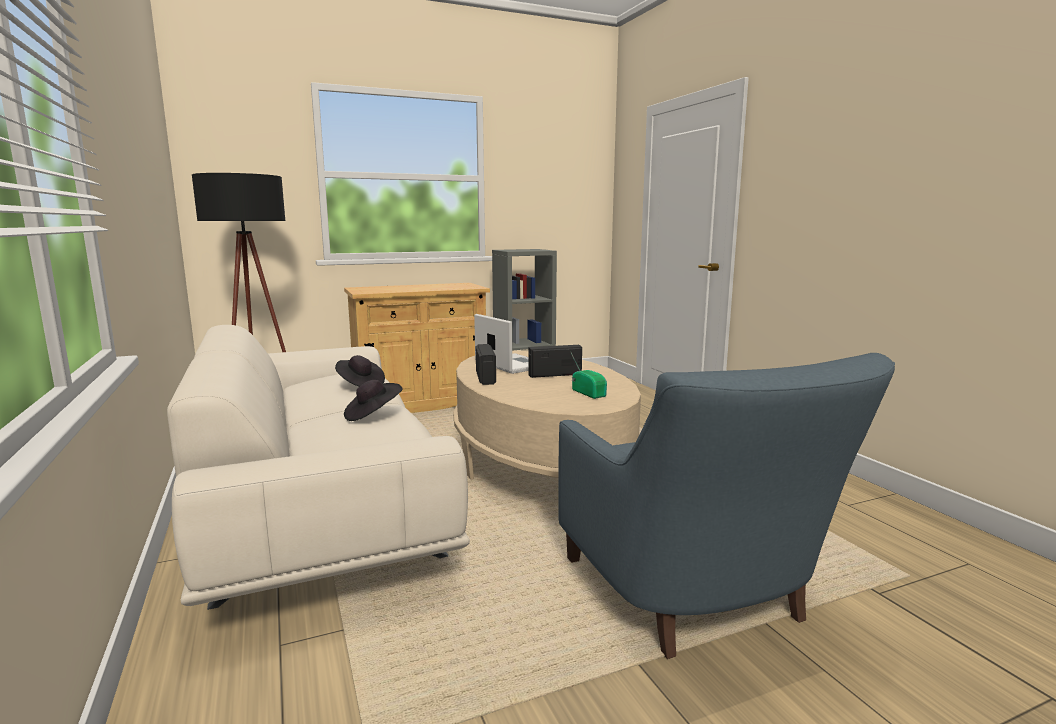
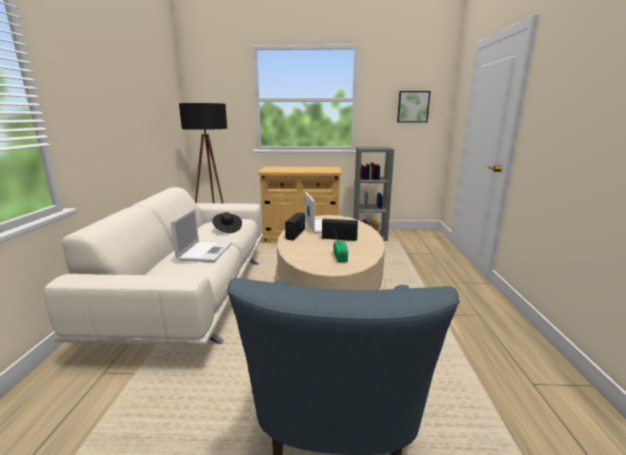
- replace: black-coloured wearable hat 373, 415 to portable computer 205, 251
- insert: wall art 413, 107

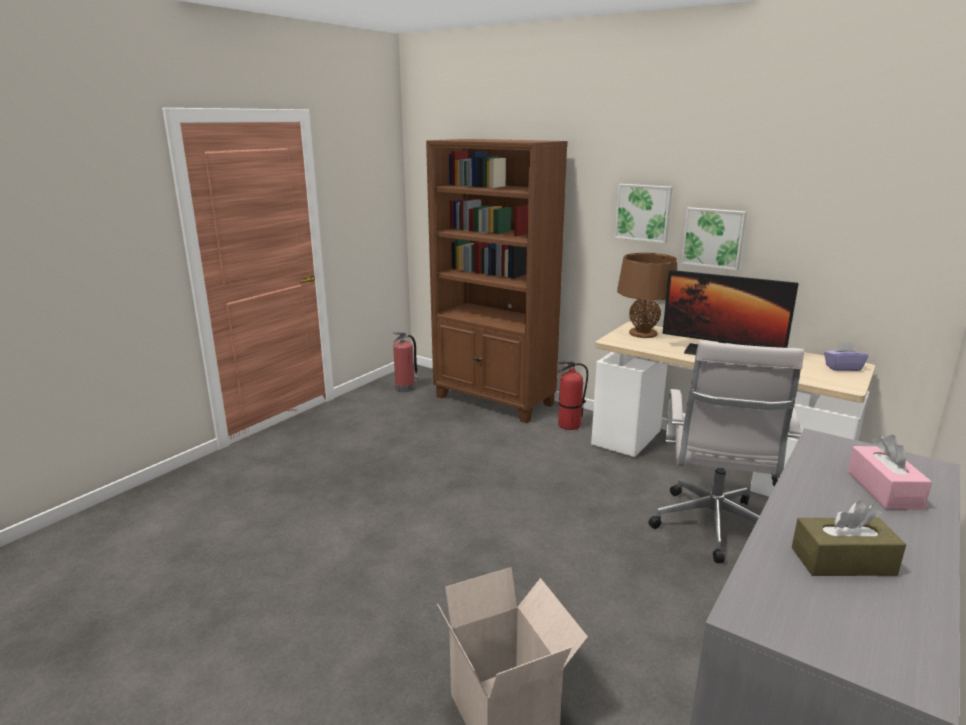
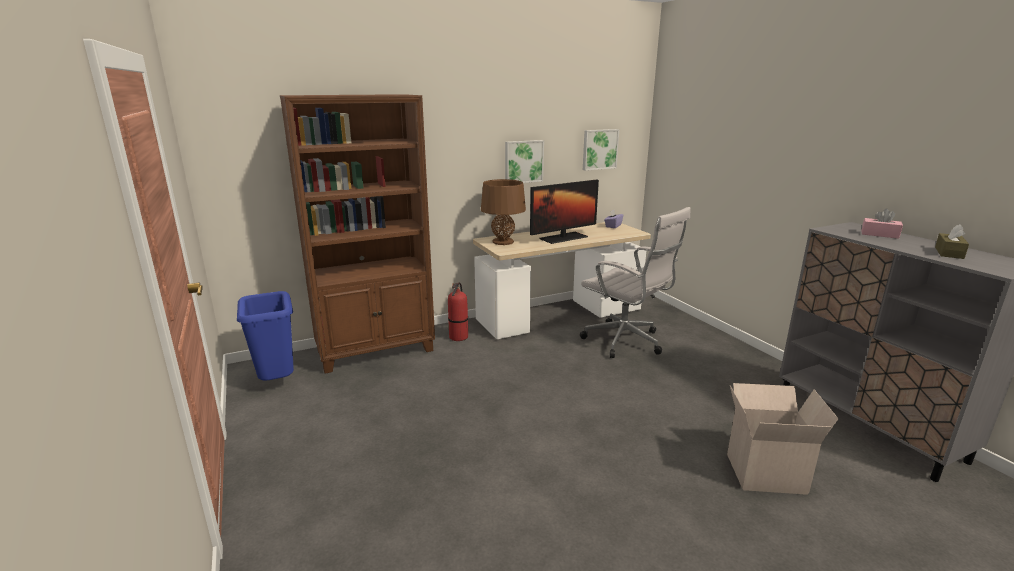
- replace: fire extinguisher 405, 388 to blue waste bin 278, 383
- move: wall art 643, 212 to 599, 149

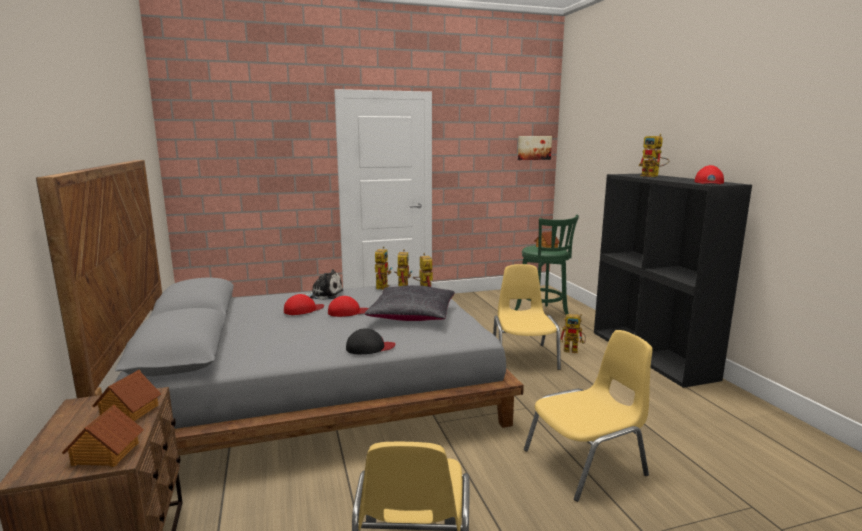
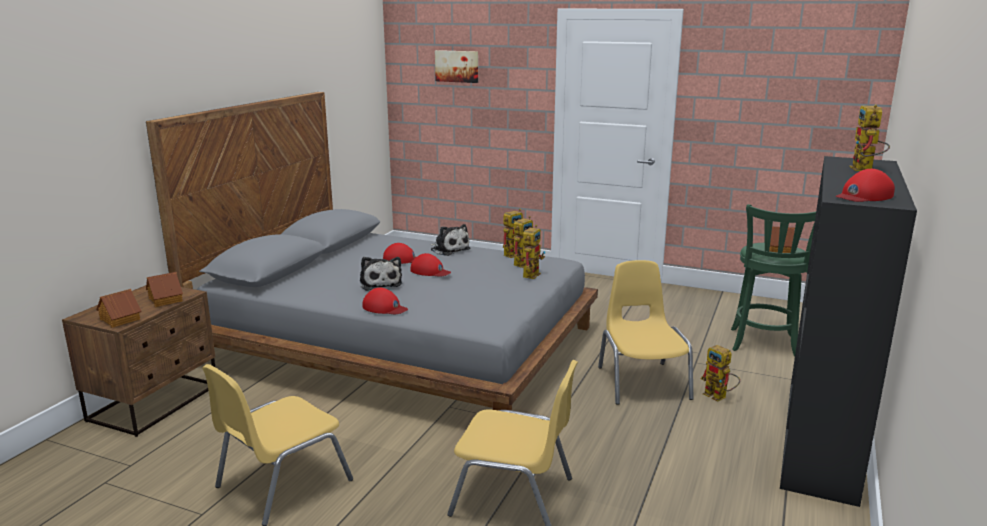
- recolor: black-coloured cap 369, 347 to reddish cap 384, 308
- delete: black-coloured pillow 412, 316
- rotate: yellow upright chair 523, 357 = 642, 382 45 degrees counterclockwise
- move: wall art 534, 147 to 457, 66
- insert: cuddly toy 380, 283

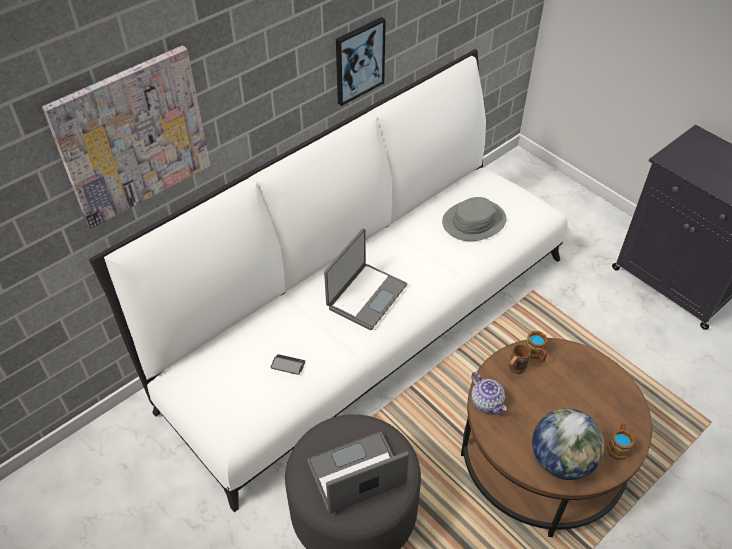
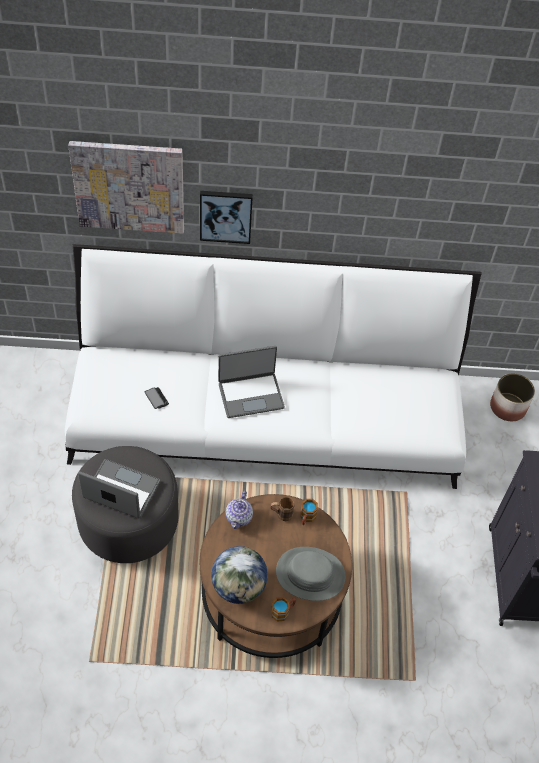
- move: wall art 359, 60 to 226, 216
- move: greyish wearable hat 474, 221 to 310, 574
- insert: flower pot 507, 407

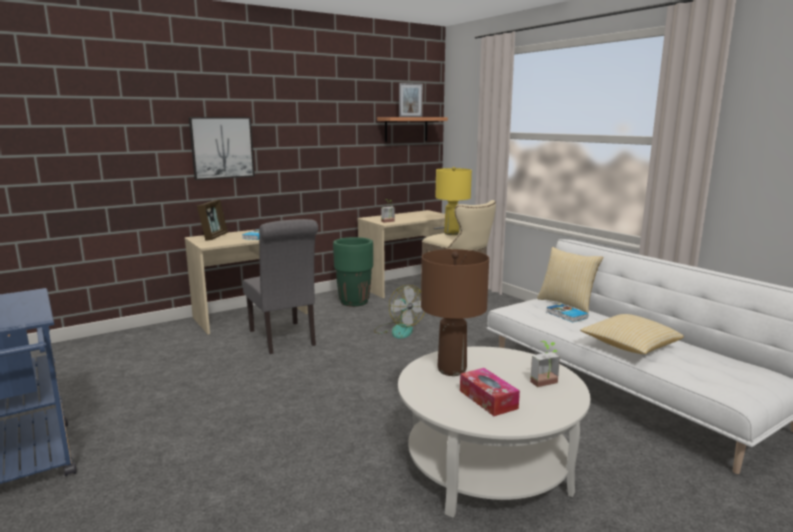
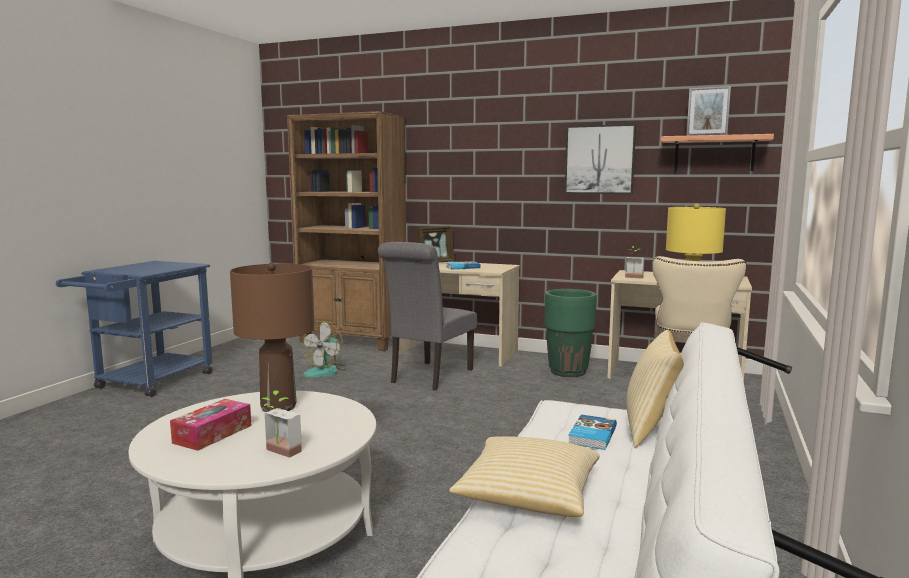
- move: wall art 222, 147 to 599, 159
- move: electric fan 398, 330 to 326, 371
- insert: brown bookshelf 353, 341

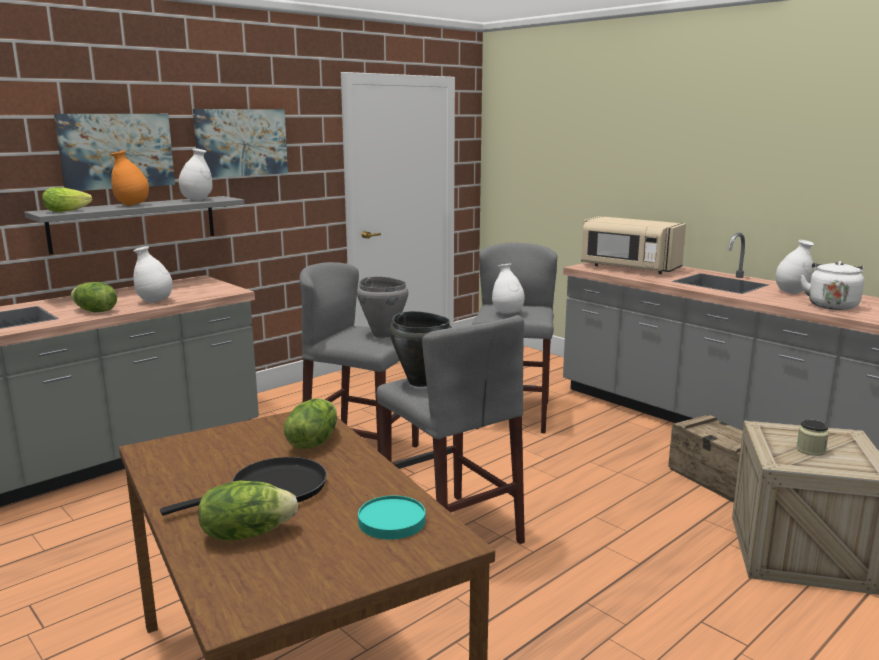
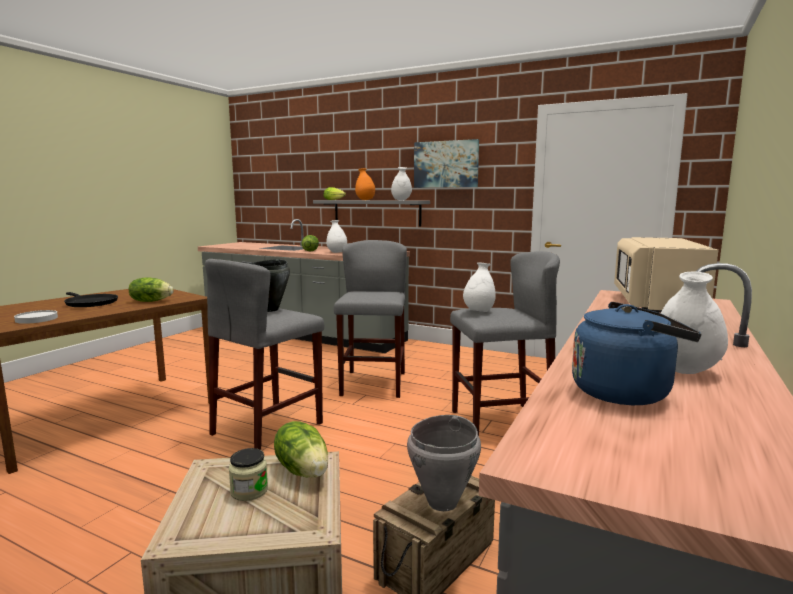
- delete: wall art 116, 151
- move: lettuce 246, 533 to 303, 470
- move: greyish cooking pot 383, 335 to 443, 502
- recolor: blue-green dinner plate 391, 521 to whitish dinner plate 37, 319
- recolor: whitish tea kettle 831, 305 to blue tea kettle 626, 392

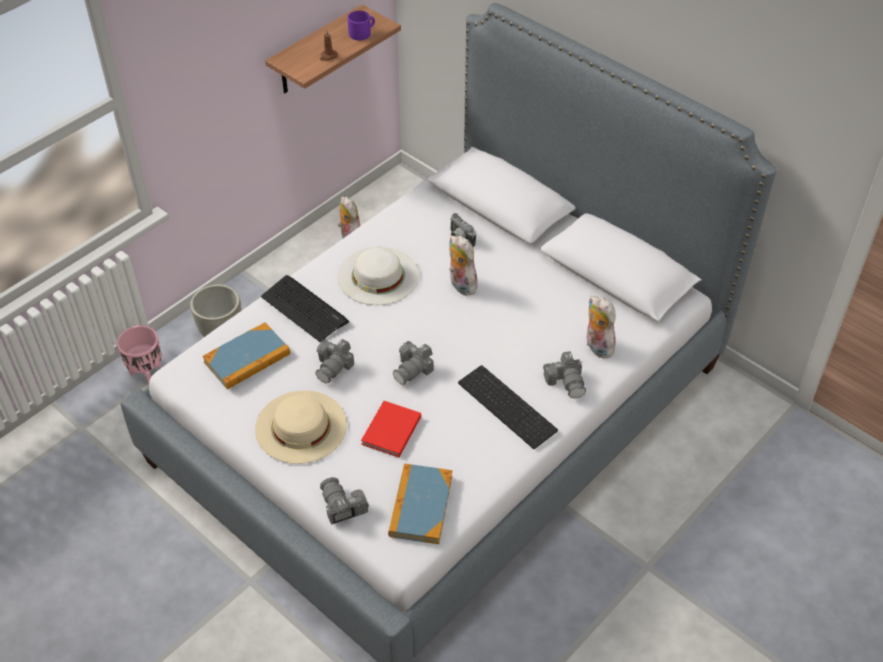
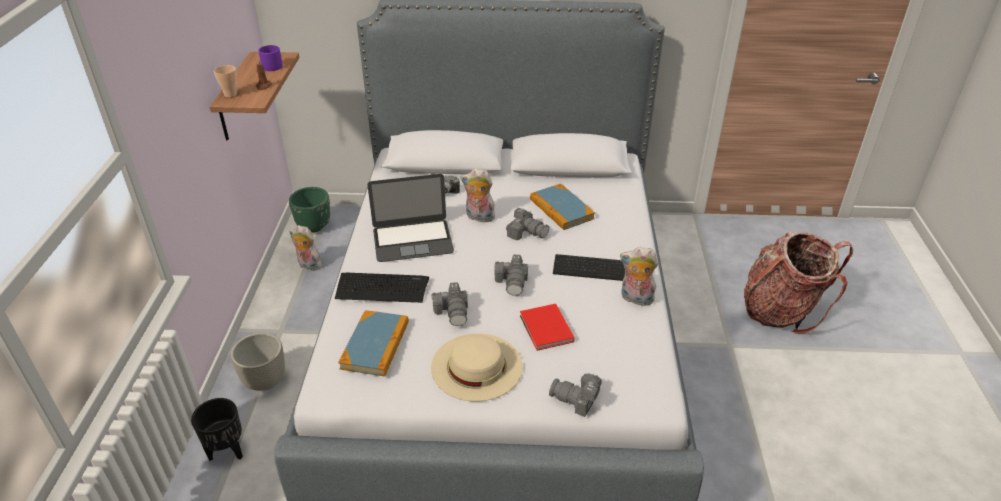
- recolor: pinkish flower pot 148, 374 to black-coloured flower pot 227, 450
- replace: whitish wearable hat 378, 276 to portable computer 412, 240
- move: bound book 420, 505 to 561, 209
- move: photo camera 566, 382 to 526, 232
- move: cuddly toy 596, 346 to 635, 299
- insert: drinking cup 230, 94
- insert: greenish flower pot 314, 227
- insert: rucksack 781, 311

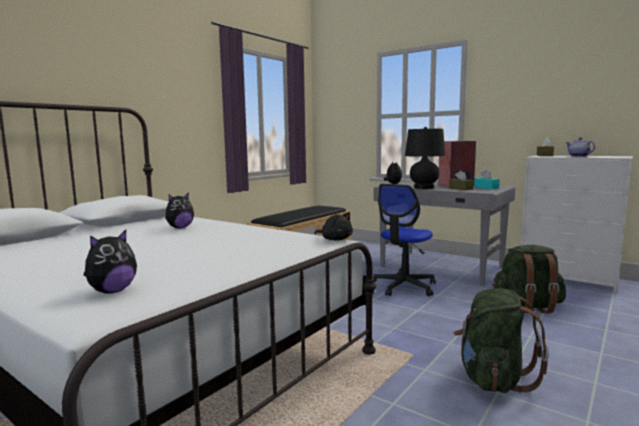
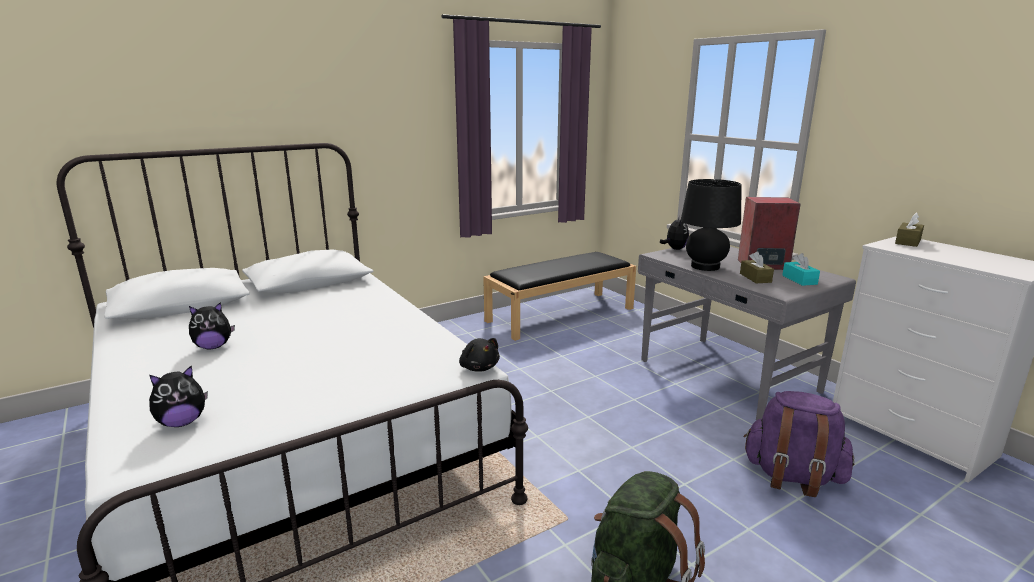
- move: cuddly toy 180, 228 to 213, 347
- delete: desk chair 404, 286
- recolor: greenish rucksack 527, 307 to purple-coloured rucksack 792, 477
- delete: pot for tea 578, 156

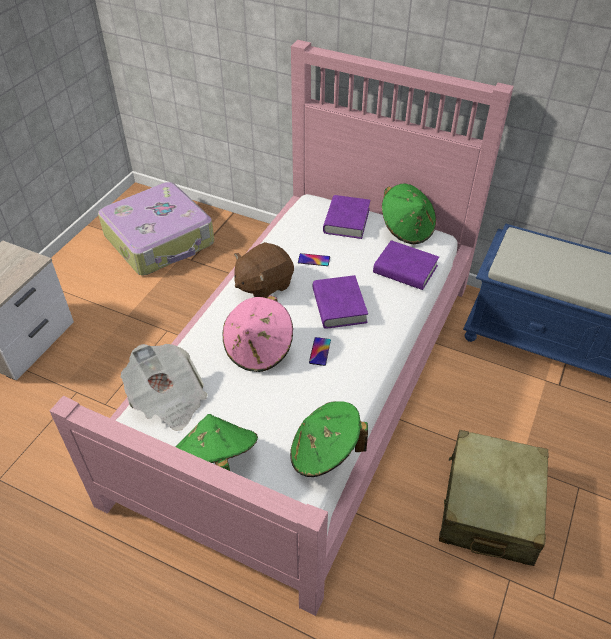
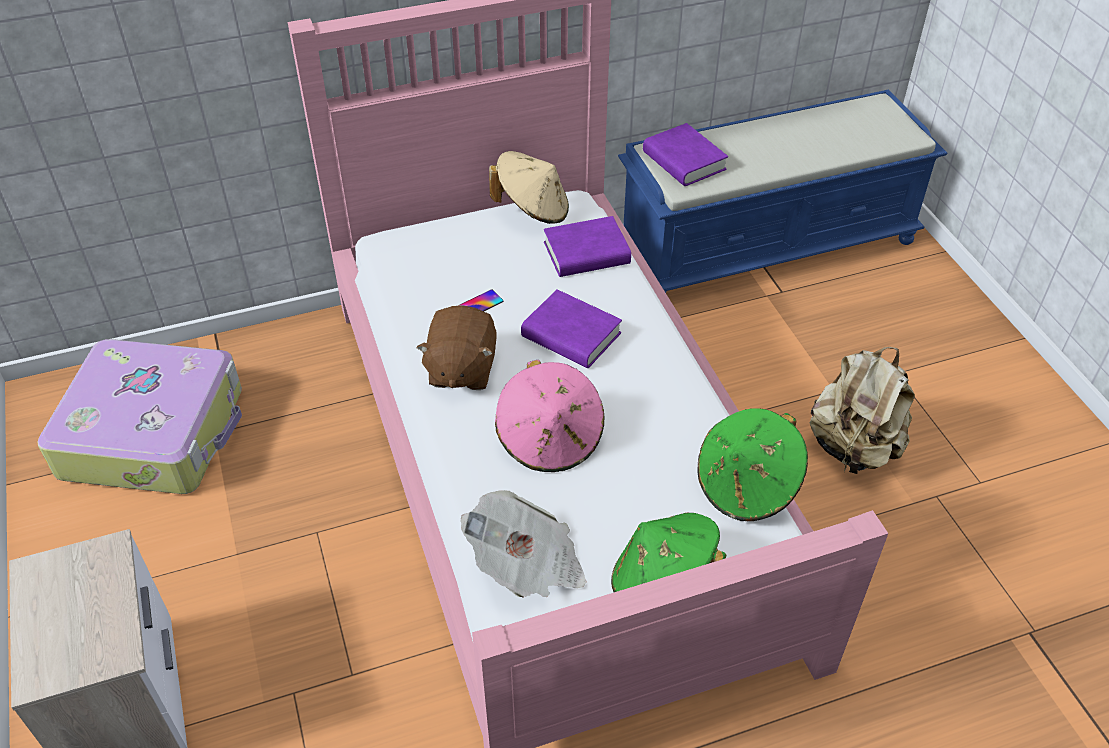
- delete: telephone 320, 351
- move: purple-coloured bound book 346, 221 to 684, 161
- recolor: greenish wearable hat 406, 229 to beige wearable hat 532, 209
- replace: beige suitcase 489, 507 to beige rucksack 853, 447

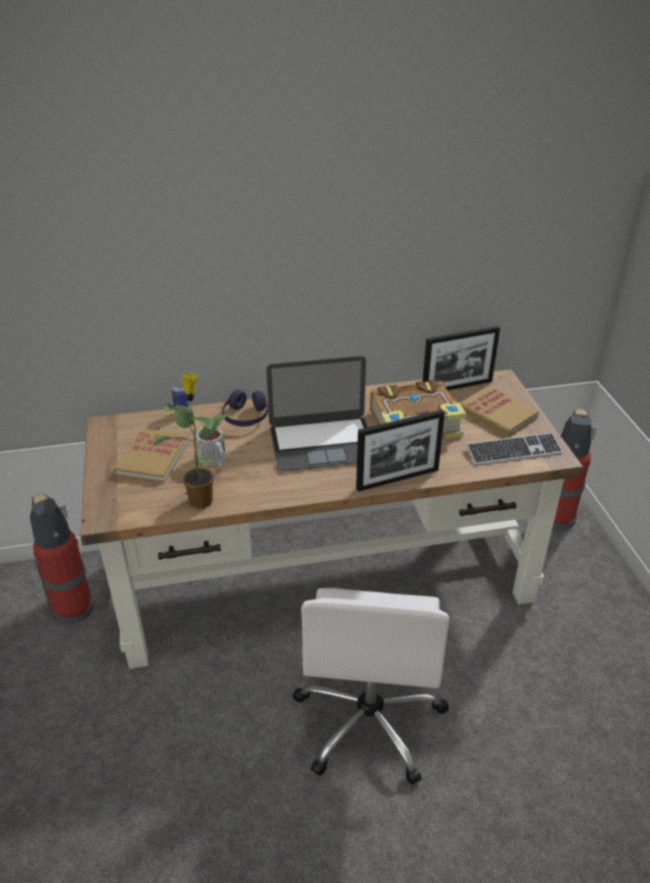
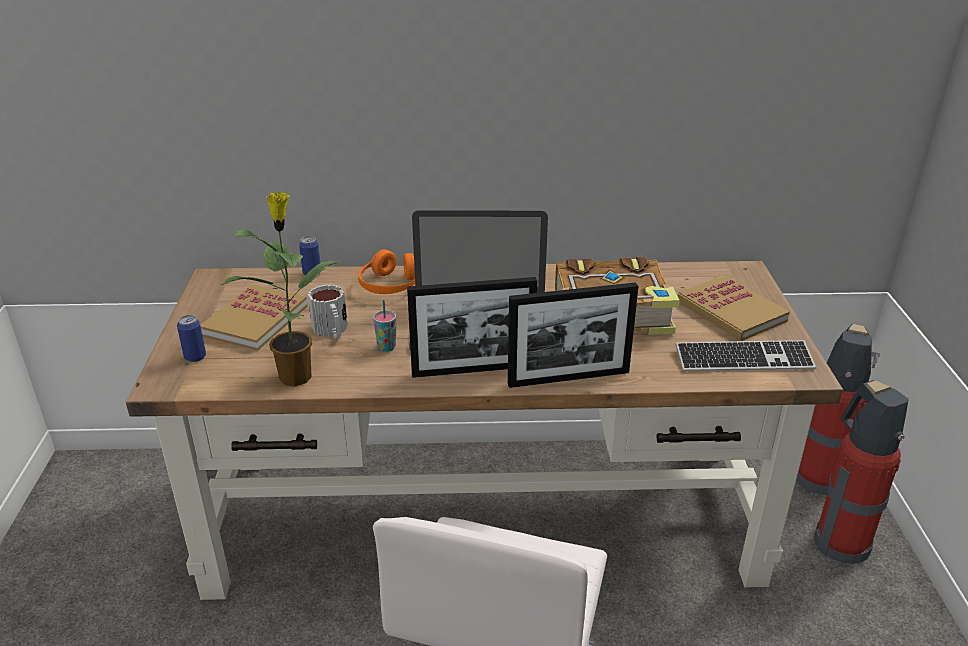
- move: fire extinguisher 72, 607 to 839, 541
- recolor: purple-coloured headset 245, 417 to orangey headset 390, 285
- move: photo frame 457, 387 to 473, 370
- insert: sealed can 195, 357
- insert: drinking cup 386, 347

